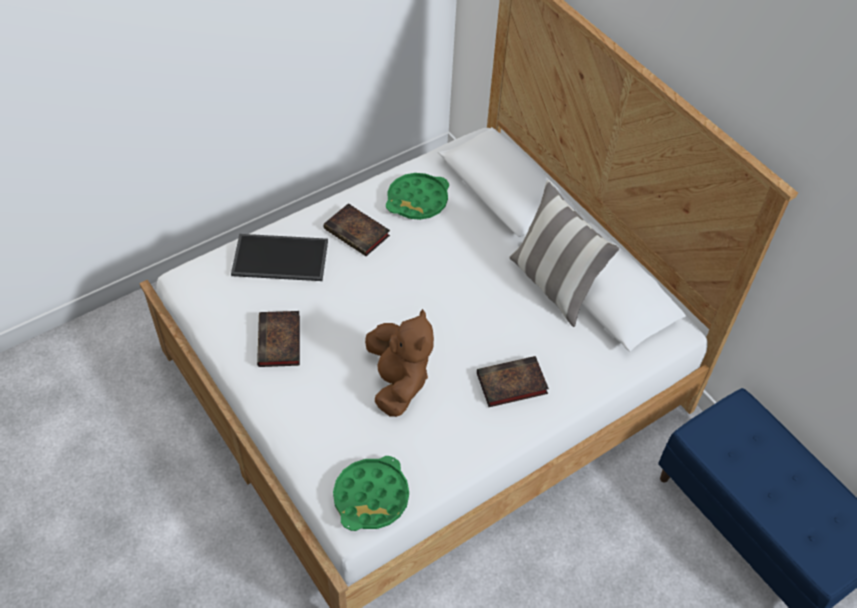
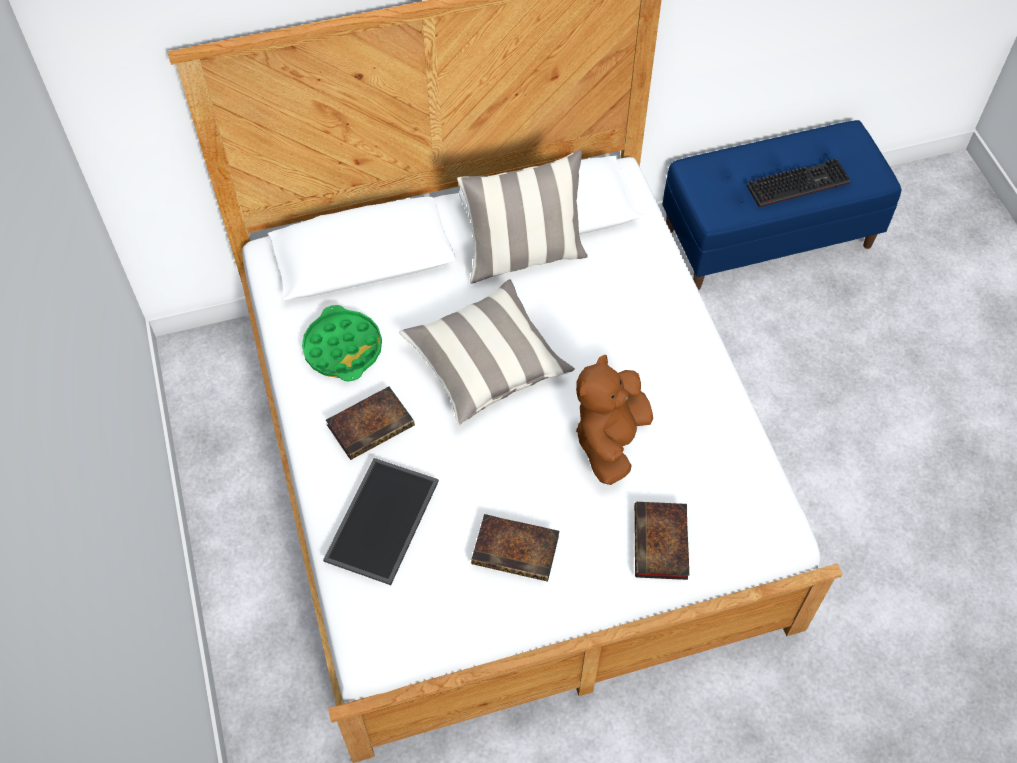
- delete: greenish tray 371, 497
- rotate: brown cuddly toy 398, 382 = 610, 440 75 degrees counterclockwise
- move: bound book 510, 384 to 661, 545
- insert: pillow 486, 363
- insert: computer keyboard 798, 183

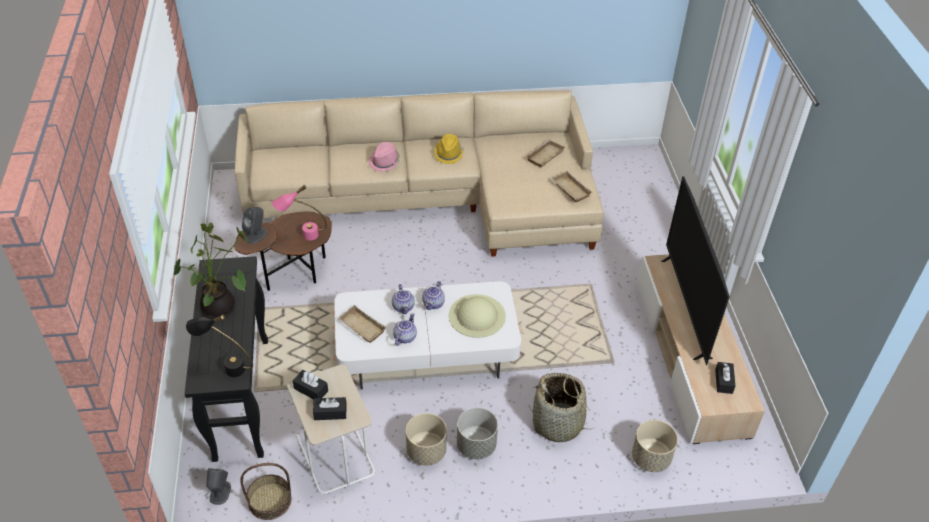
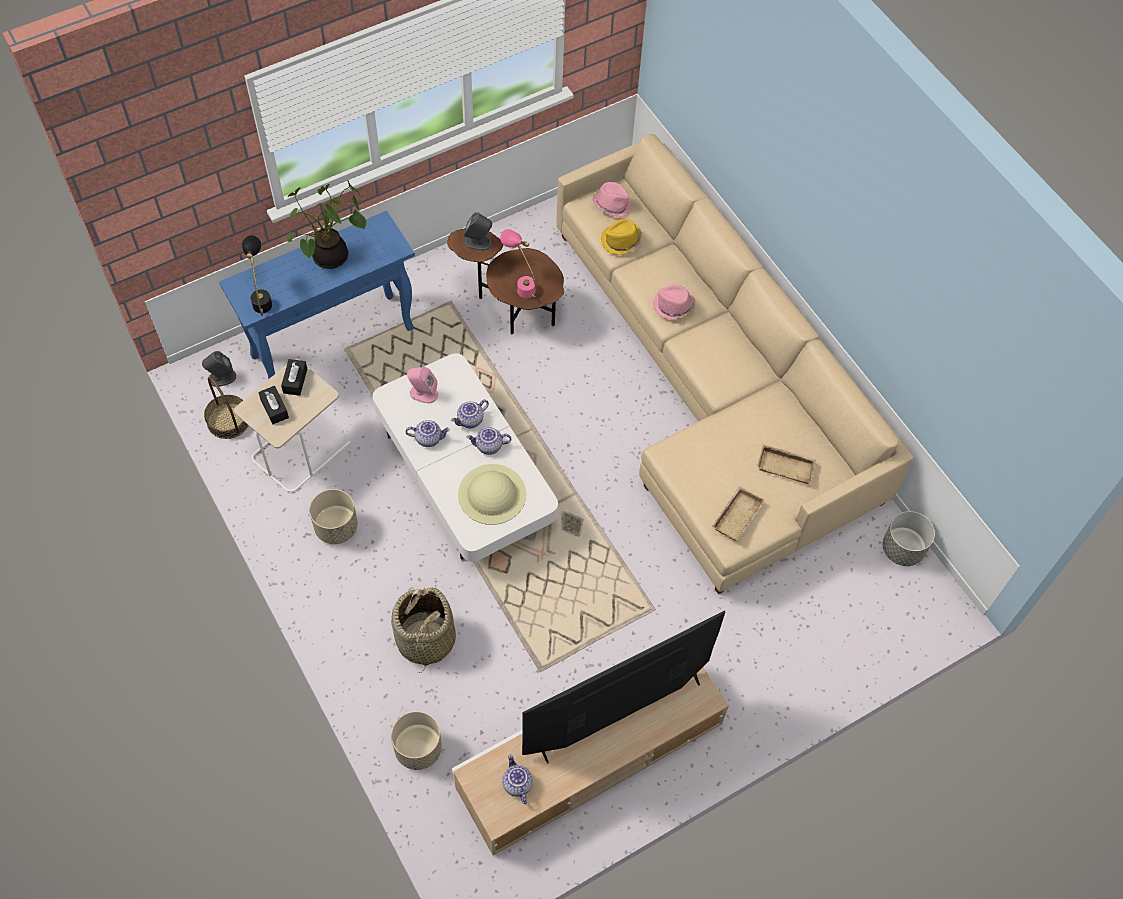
- recolor: black-coloured console table 241, 397 to blue console table 334, 341
- replace: beige tray 360, 327 to pinkish loudspeaker 423, 393
- move: yellow wearable hat 448, 154 to 621, 241
- move: greyish flower pot 476, 445 to 903, 549
- replace: black-coloured box of tissues 723, 381 to pot for tea 516, 784
- insert: pinkish wearable hat 612, 204

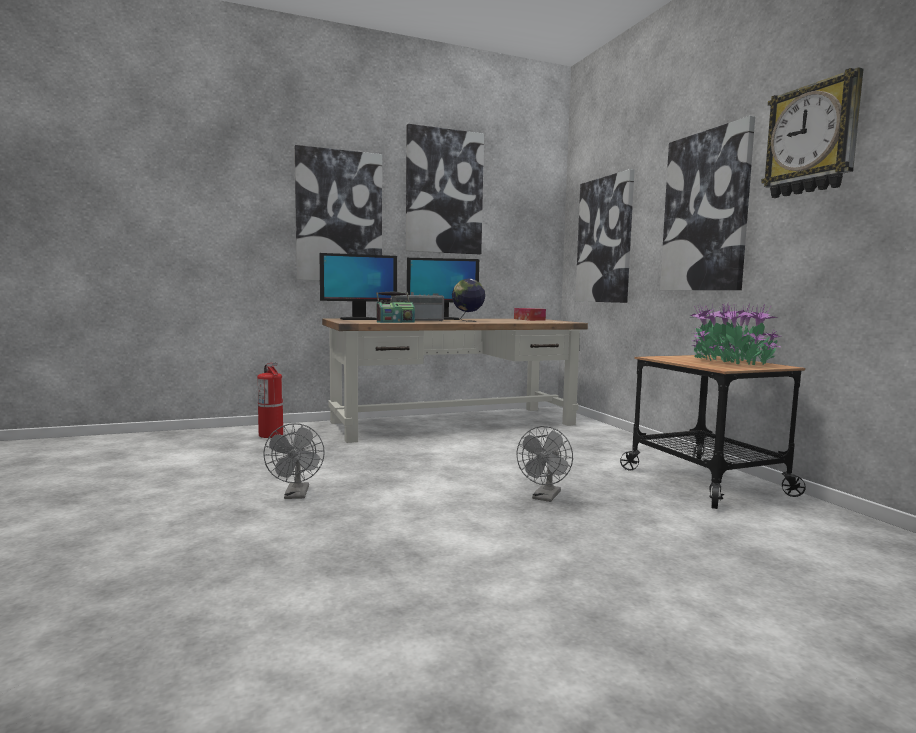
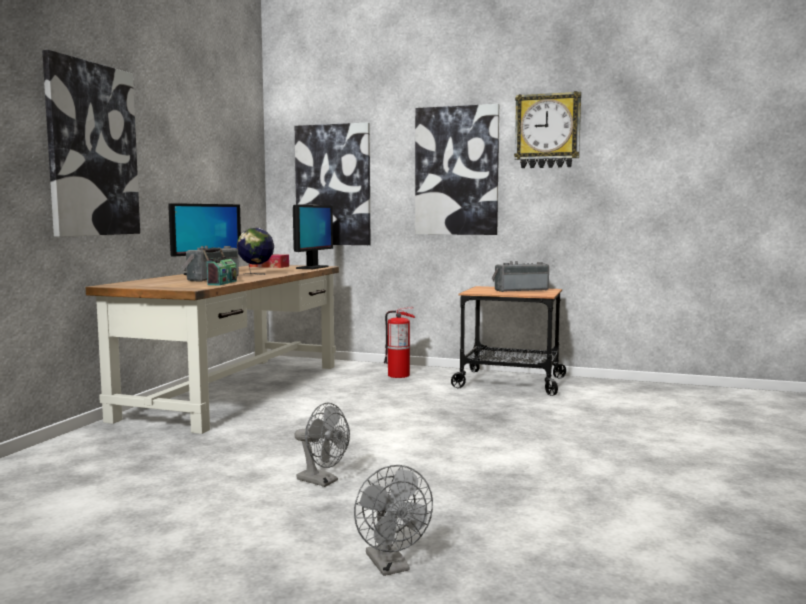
- move: fire extinguisher 271, 435 to 399, 375
- move: computer display 358, 319 to 312, 268
- delete: wall art 444, 192
- move: greyish electric fan 545, 497 to 391, 566
- replace: houseplant 730, 362 to radio 520, 290

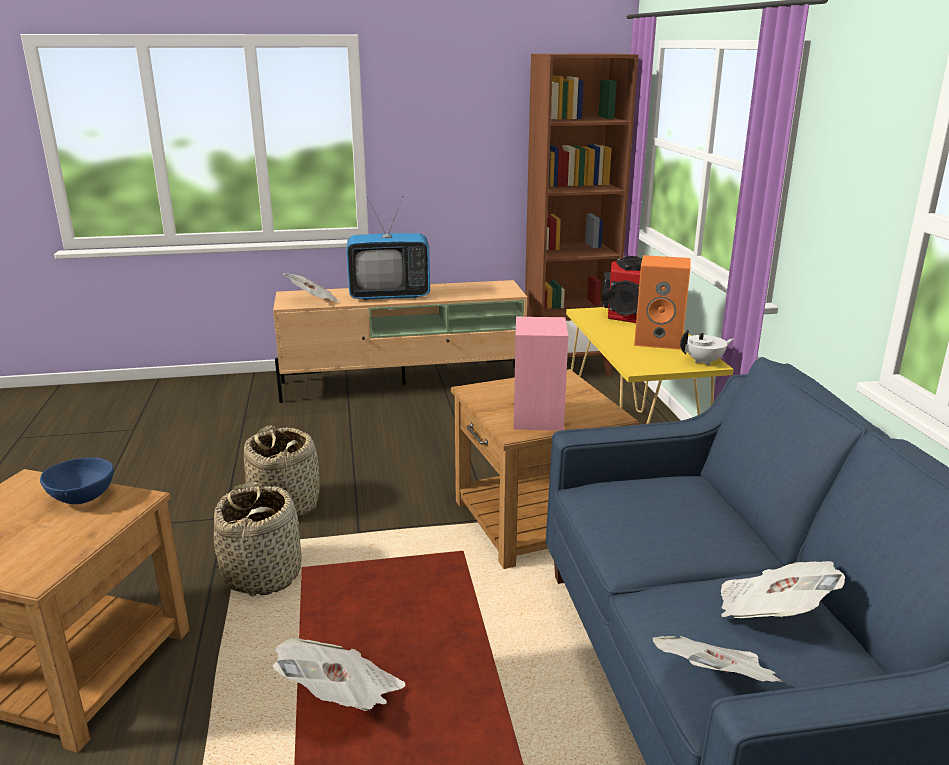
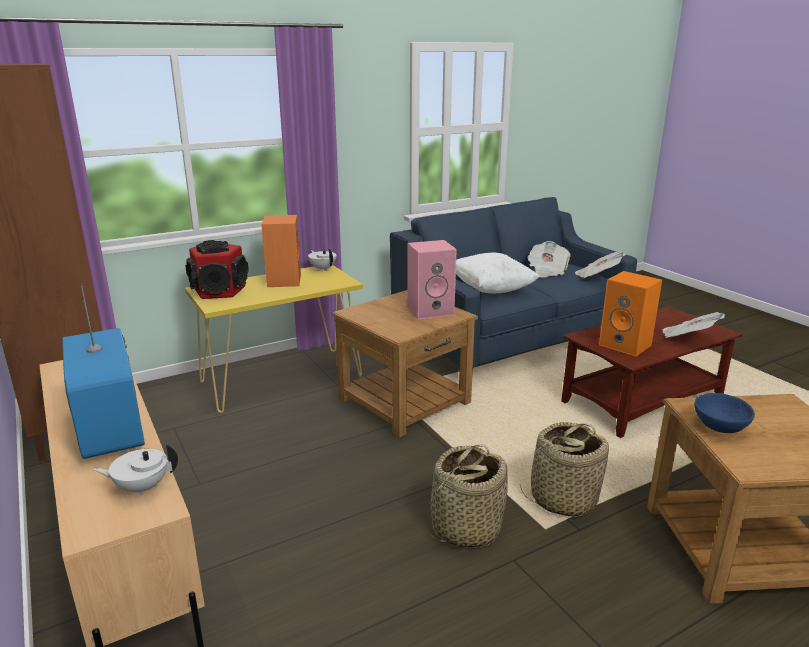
- replace: printed paper 314, 301 to whitish pot for tea 141, 487
- insert: whitish pillow 491, 290
- insert: orangey loudspeaker 626, 345

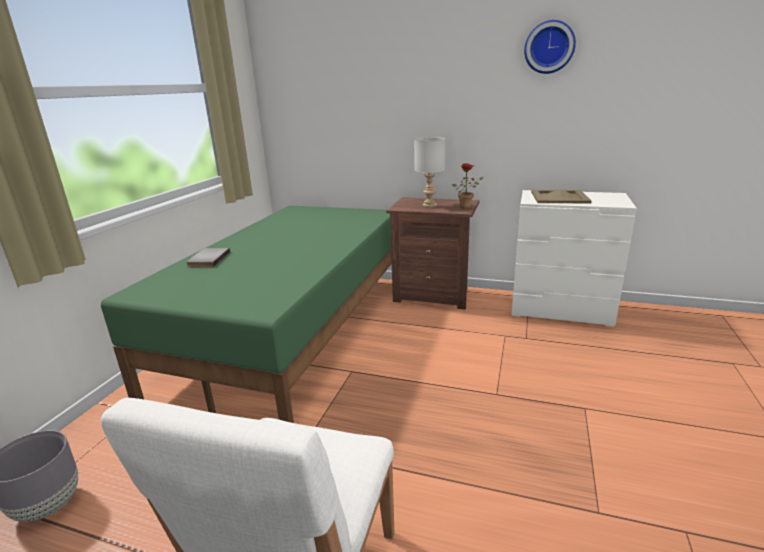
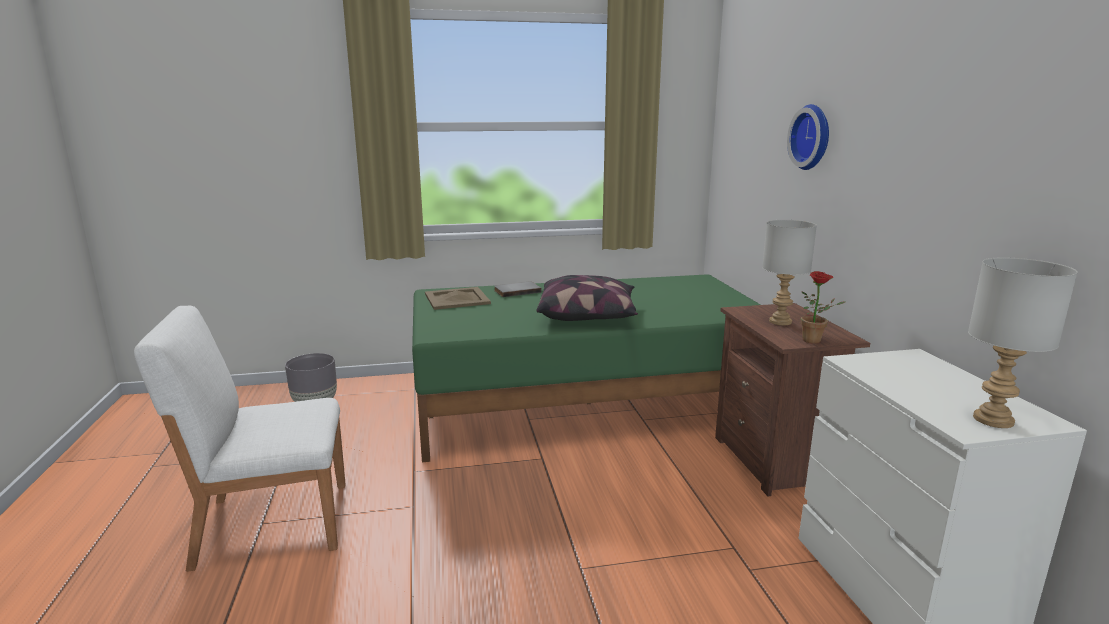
- move: hanging clock 549, 47 to 813, 137
- move: beige tray 559, 197 to 456, 299
- insert: pillow 588, 315
- insert: greyish tabletop lamp 991, 420

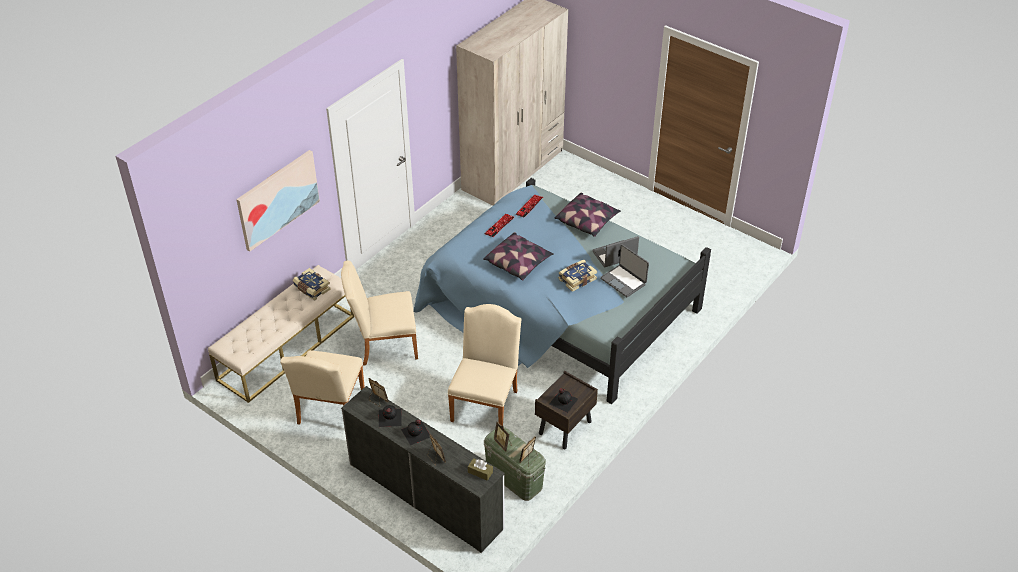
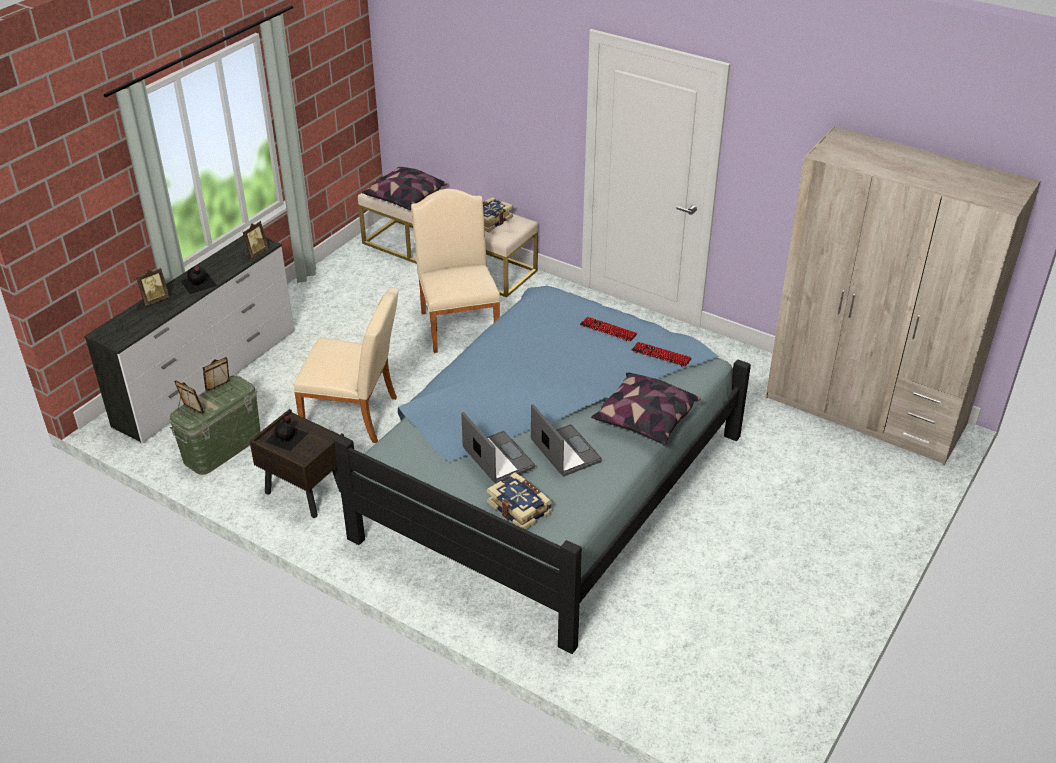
- delete: wall art 277, 199
- delete: beige upright chair 329, 410
- delete: black-coloured beverage bottle 389, 418
- delete: brown box of tissues 480, 472
- move: pillow 518, 263 to 405, 198
- move: bound book 576, 279 to 520, 508
- rotate: portable computer 624, 281 = 497, 459 105 degrees clockwise

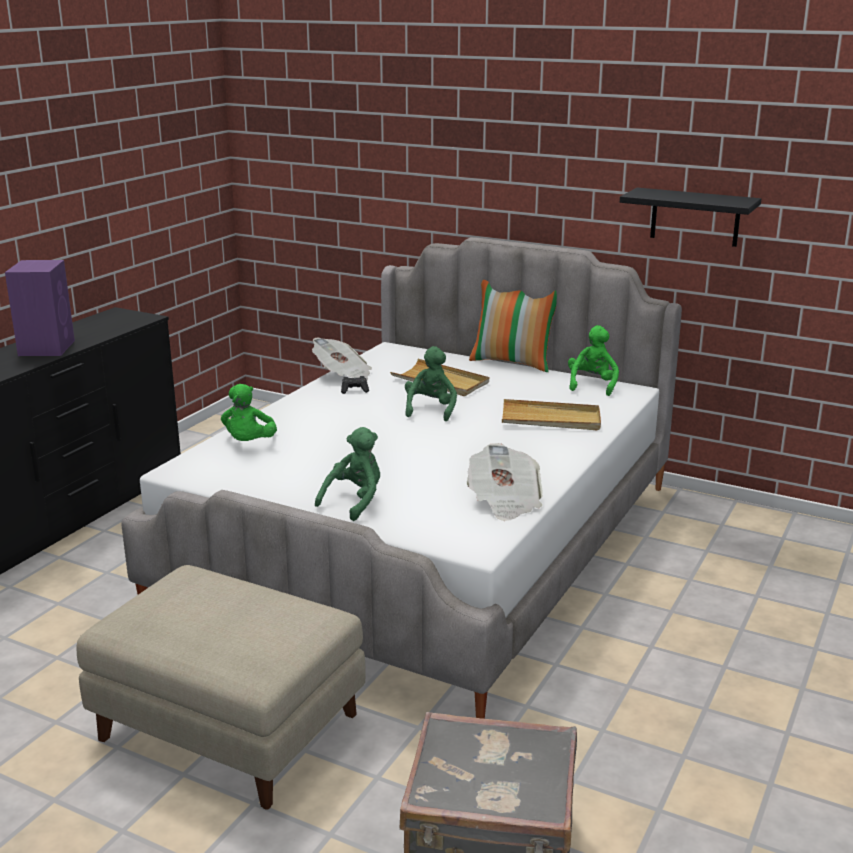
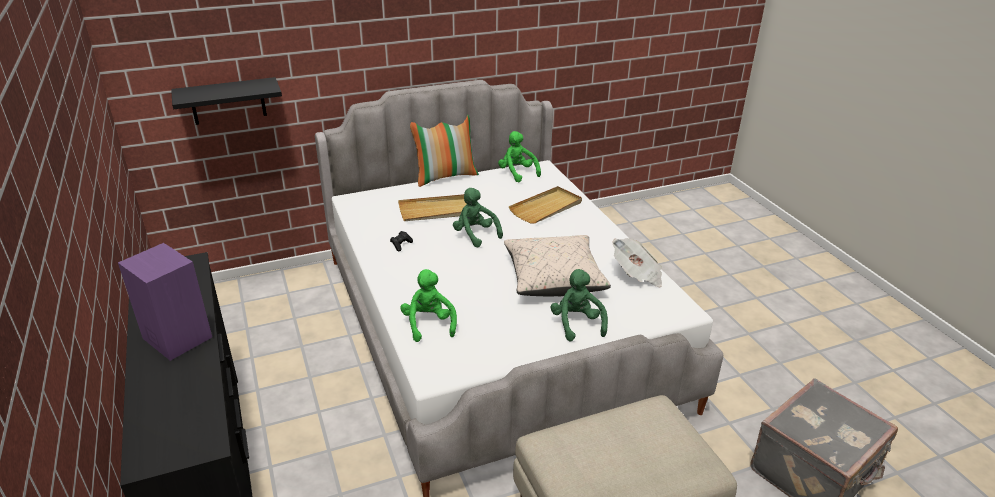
- rotate: greenish cuddly toy 249, 443 = 429, 324 150 degrees counterclockwise
- delete: printed paper 343, 375
- move: black-coloured wall shelf 695, 217 to 228, 101
- insert: beige pillow 553, 278

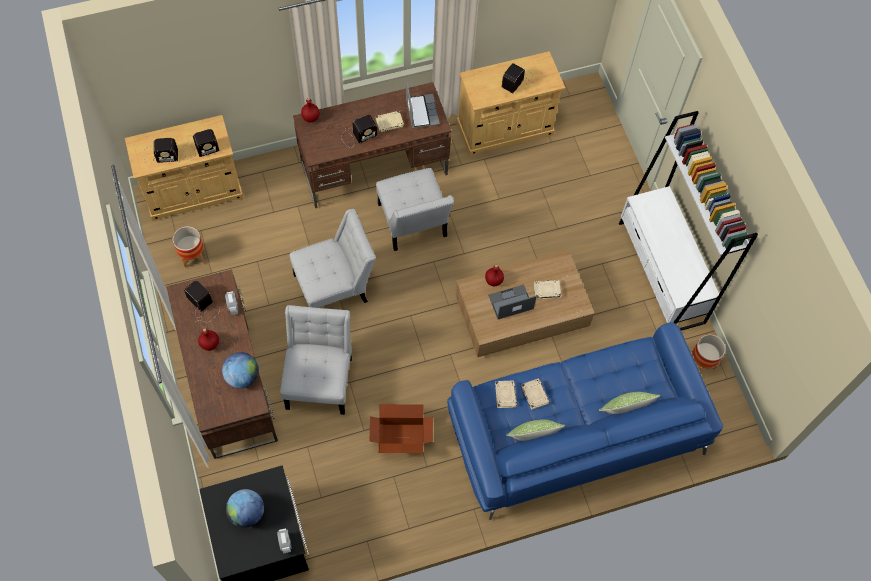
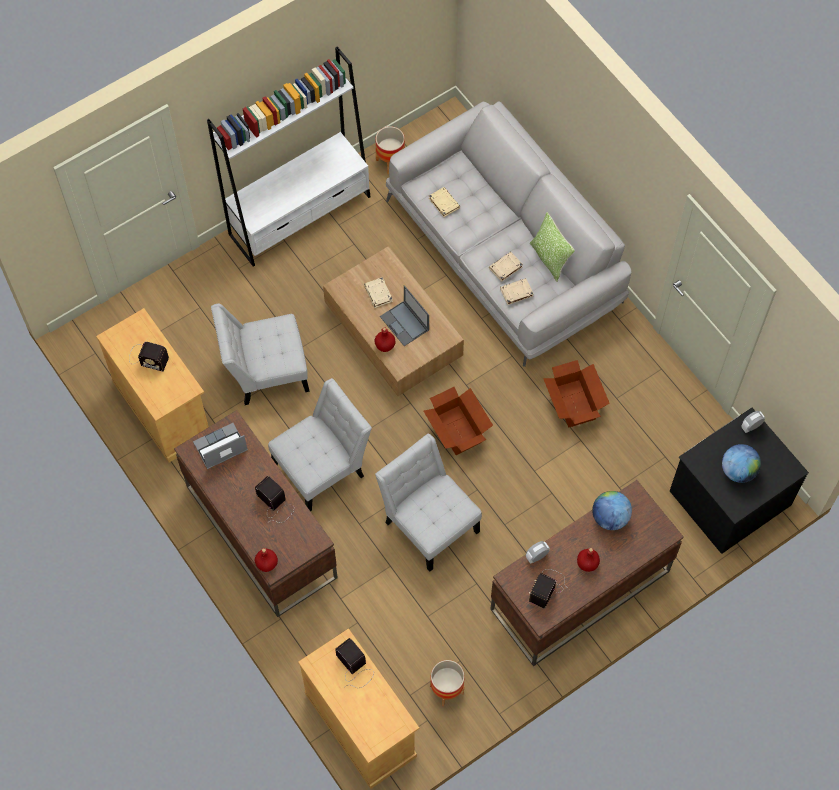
- delete: radio 159, 155
- move: whitish upright chair 320, 378 to 265, 371
- move: beige bound book 390, 123 to 443, 203
- recolor: blue sofa 575, 431 to greyish sofa 505, 252
- delete: pillow 624, 410
- insert: carton 457, 429

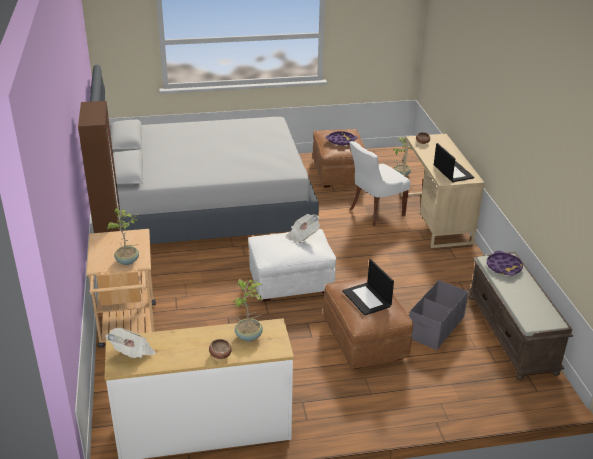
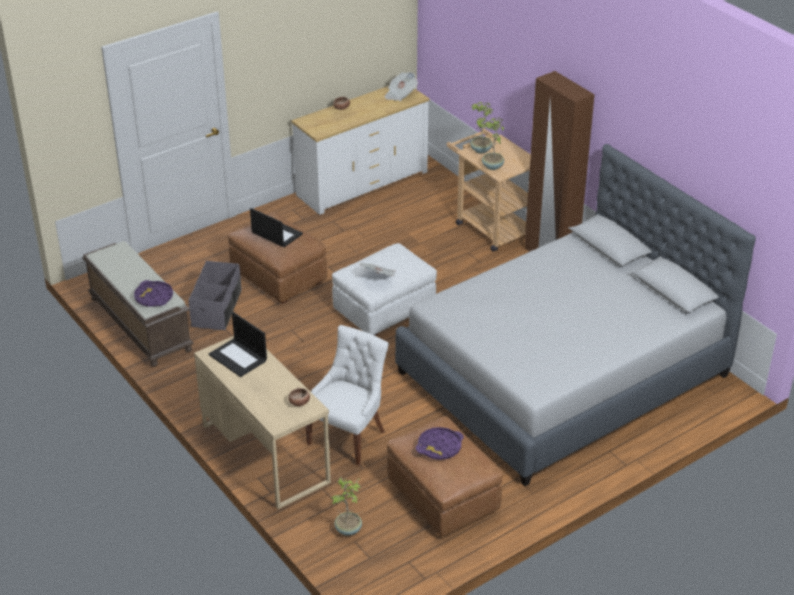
- move: houseplant 249, 336 to 492, 166

